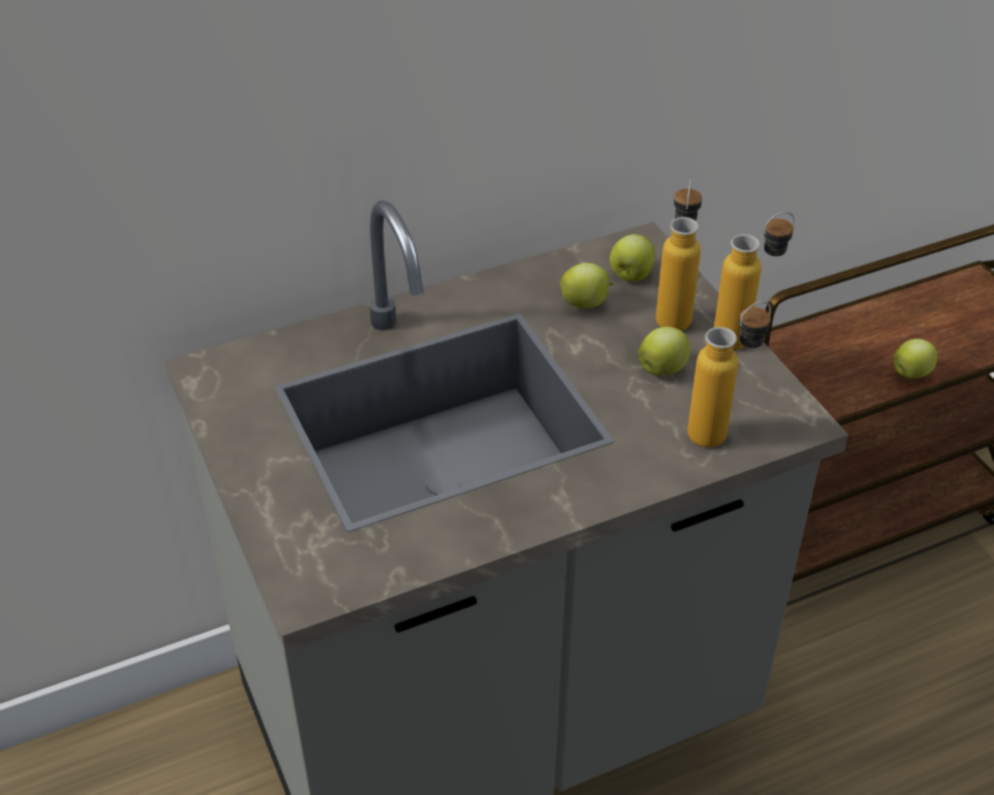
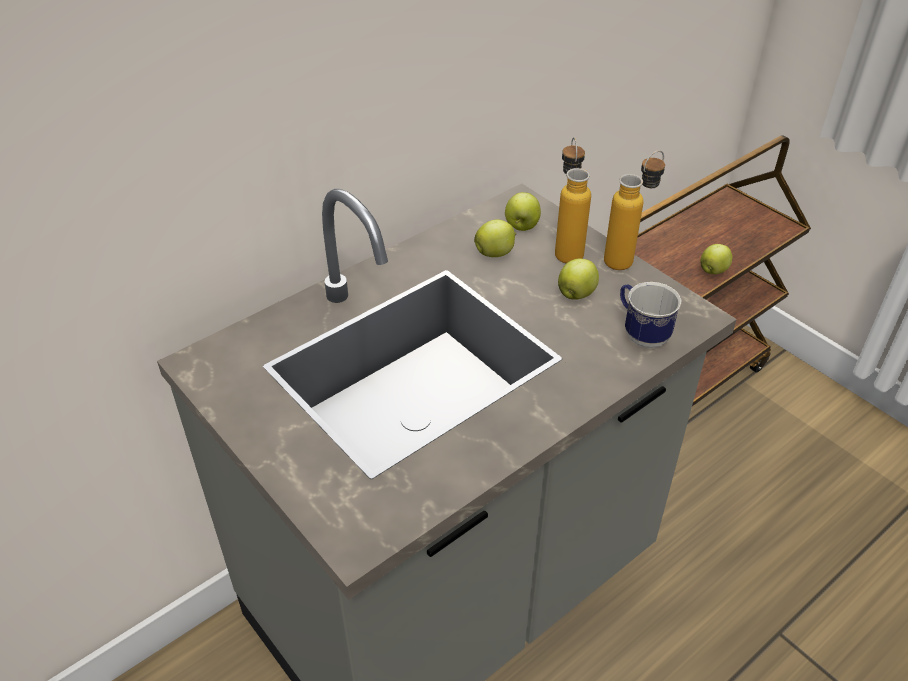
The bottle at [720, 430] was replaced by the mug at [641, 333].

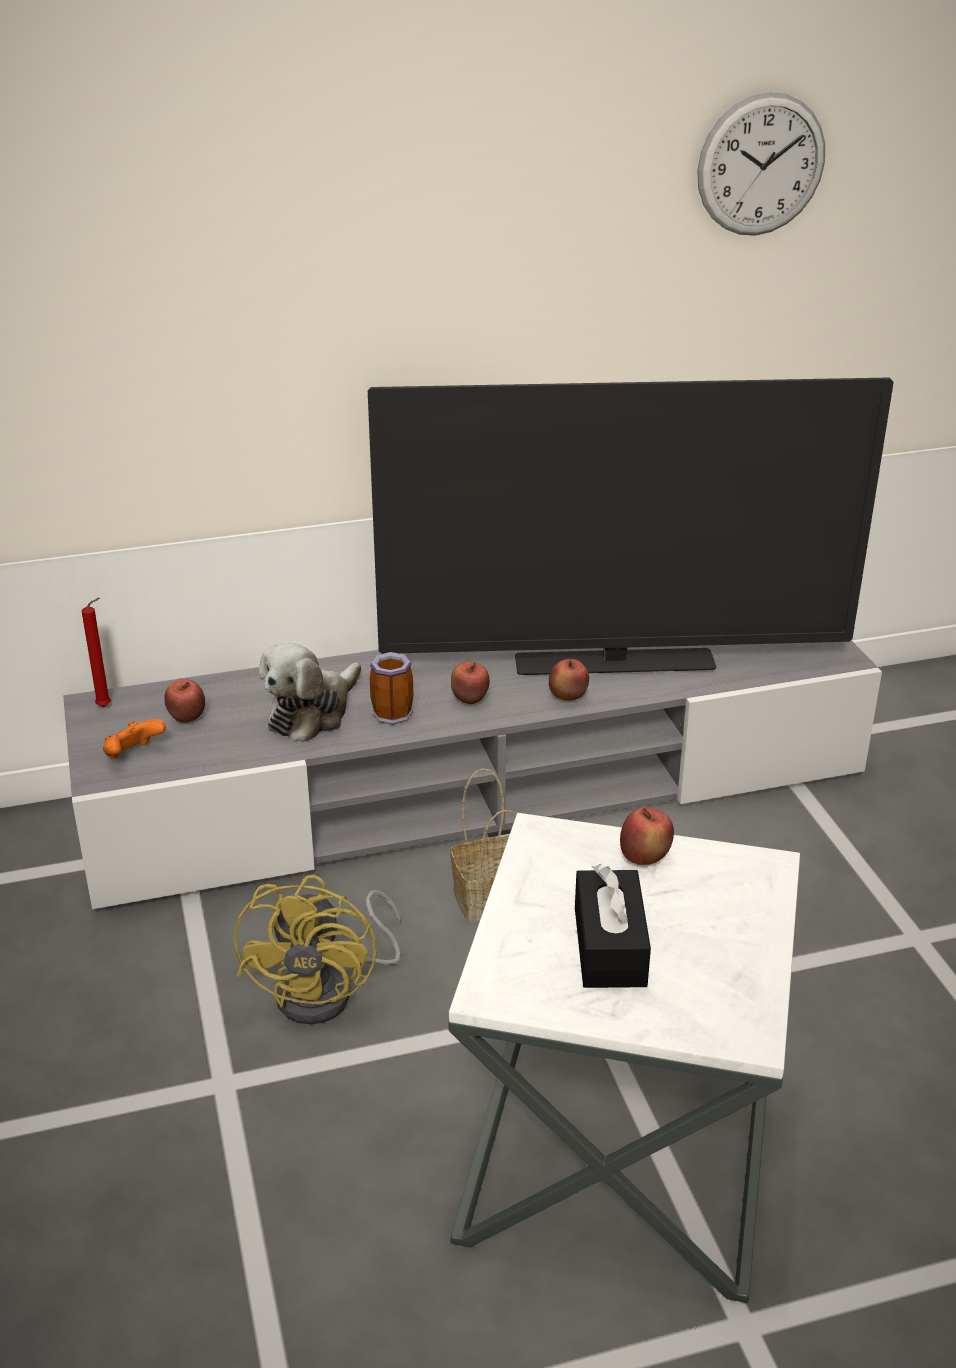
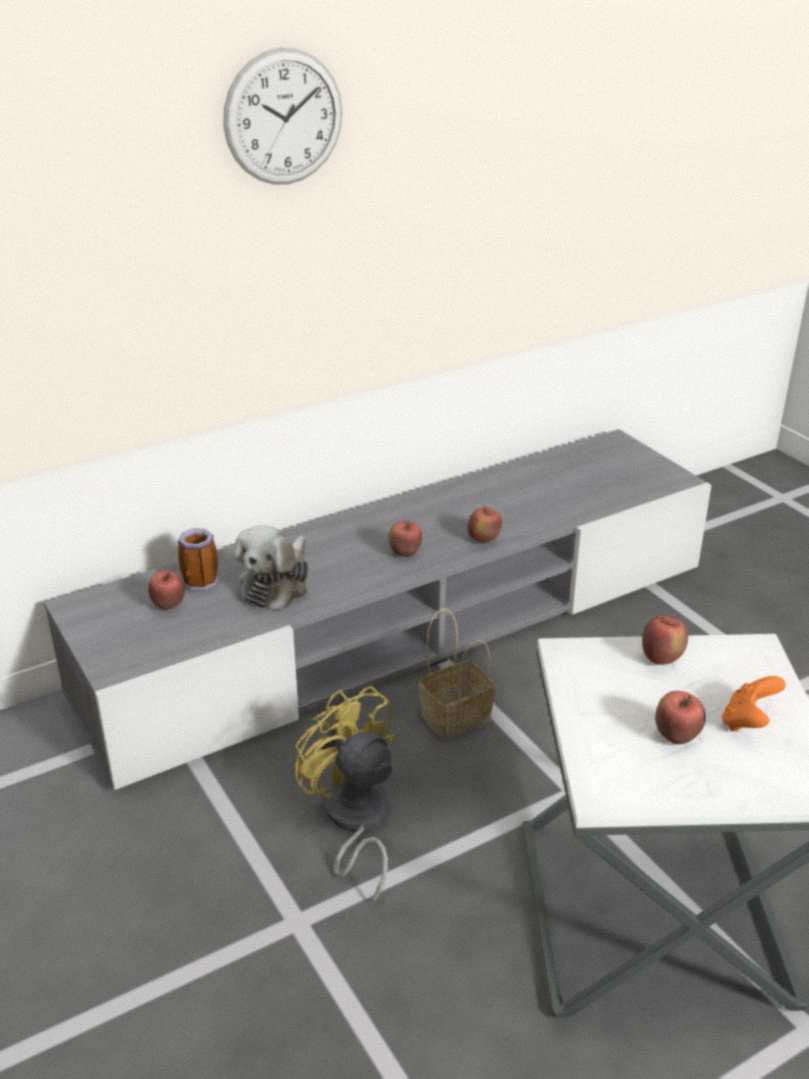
The mug moved from [390, 712] to [198, 580].
The wall clock moved from [761, 165] to [283, 117].
The yellow fan at [329, 991] turned 150 degrees clockwise.
The black tissue box at [609, 946] was replaced by the apple at [676, 737].
The orange game controller moved from [133, 755] to [748, 722].
The red candle at [106, 706] disappeared.
The television at [614, 663] disappeared.

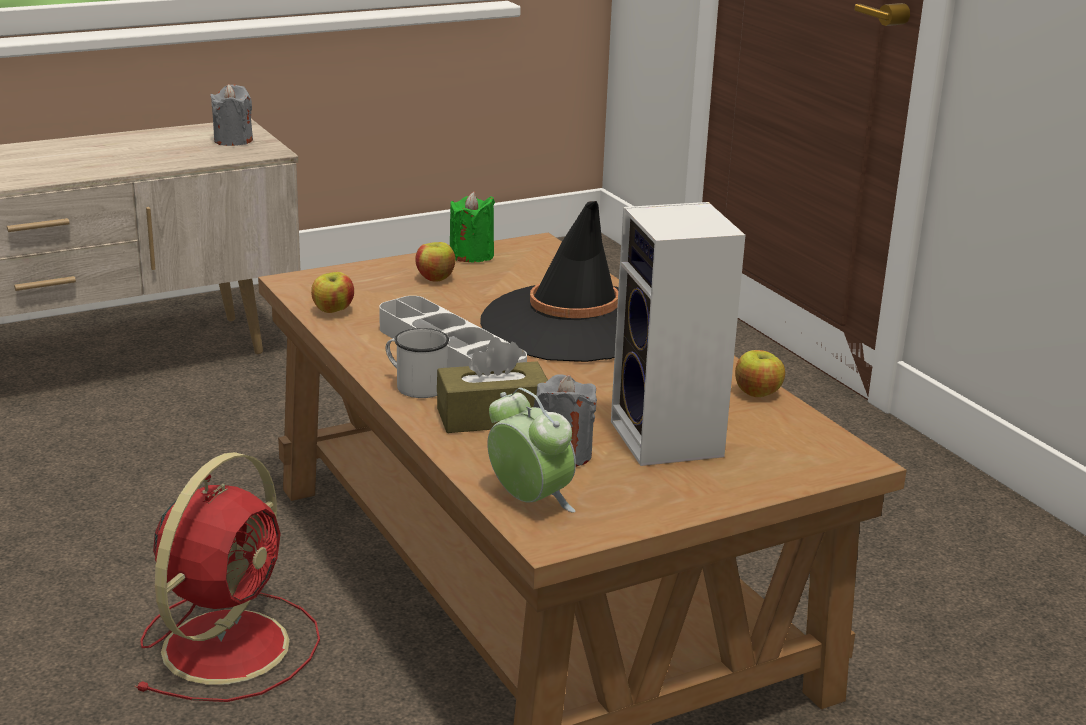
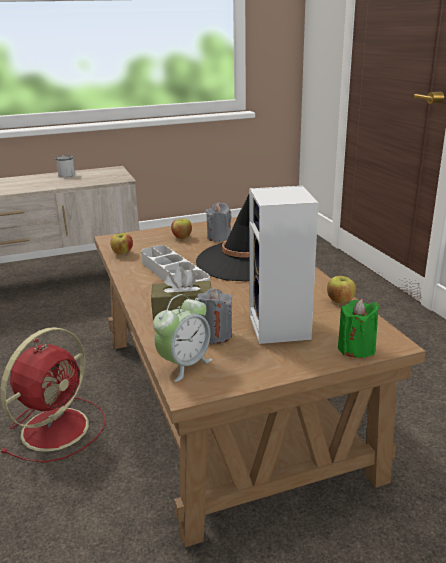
The white mug moved from [415, 385] to [65, 175].
The alarm clock at [529, 501] turned 75 degrees clockwise.
The grey candle moved from [233, 140] to [219, 237].
The green candle moved from [471, 255] to [356, 348].

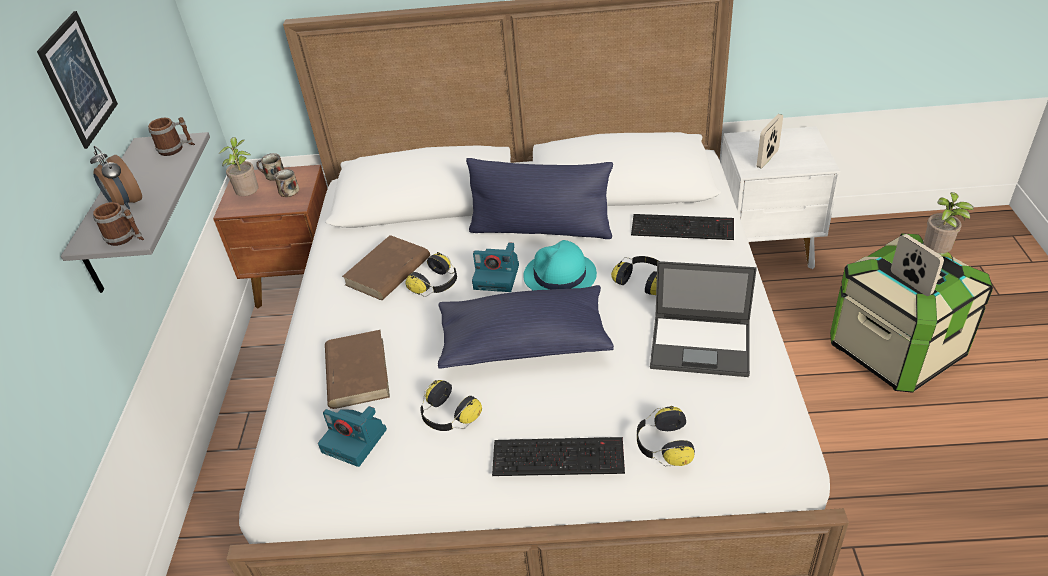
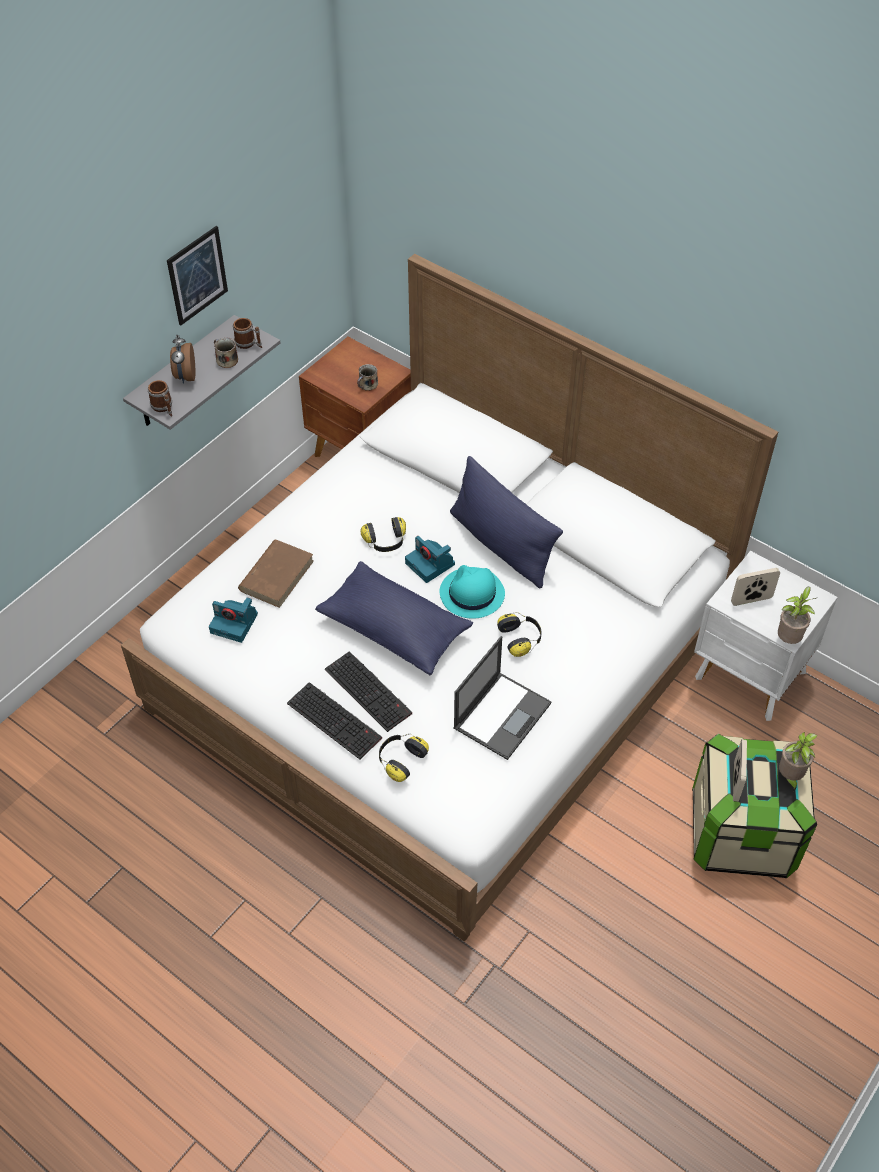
The photo camera at [356, 440] turned 45 degrees counterclockwise.
The mug moved from [274, 175] to [226, 360].
The keyboard moved from [683, 227] to [370, 691].
The laptop at [702, 345] turned 105 degrees counterclockwise.
The potted plant moved from [250, 197] to [789, 639].
The brown book at [387, 272] disappeared.
The headphones at [448, 416] disappeared.

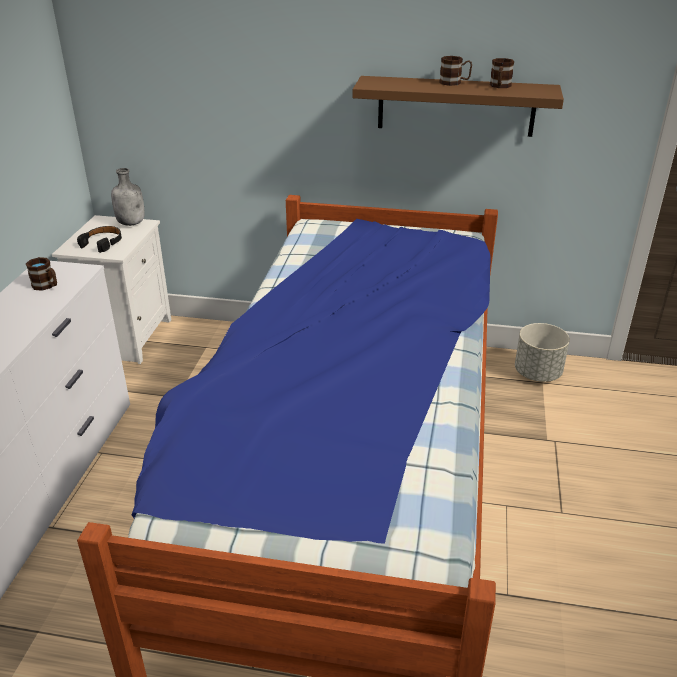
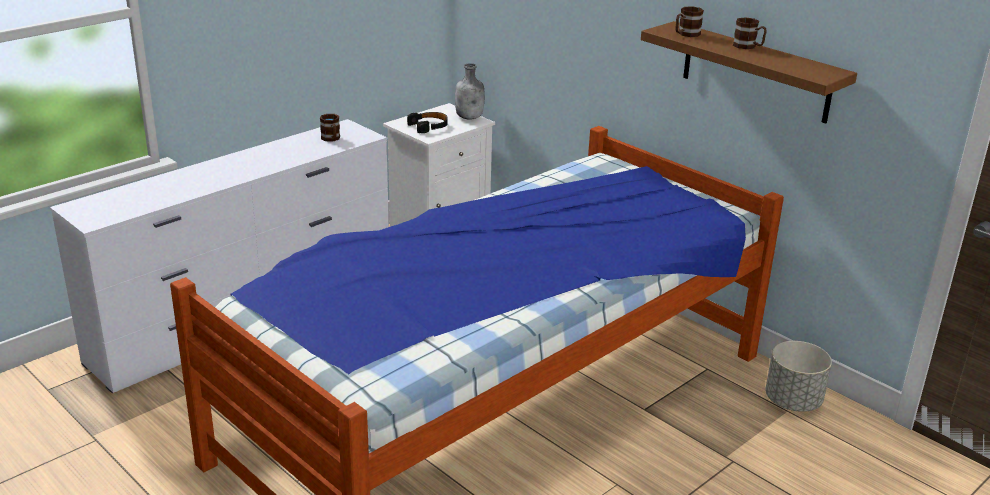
The brown mug moved from [499, 86] to [686, 34].

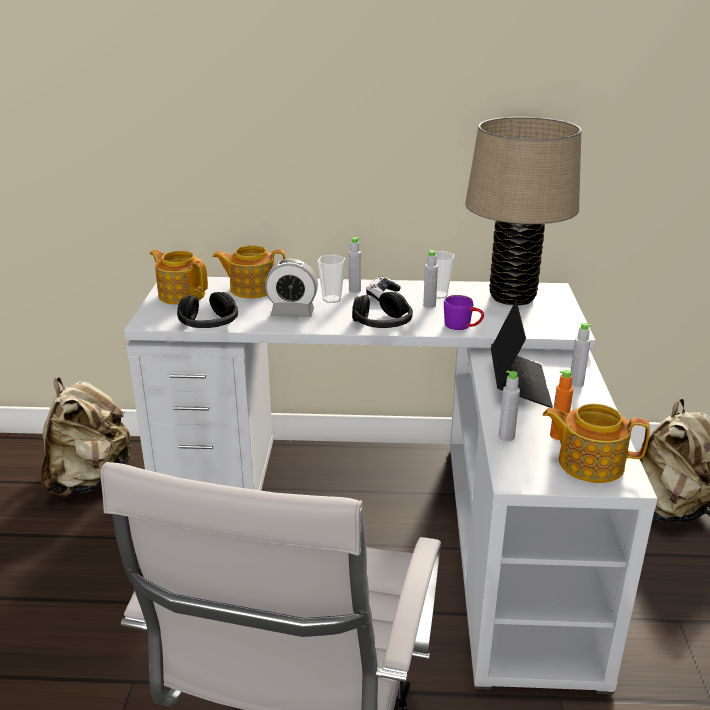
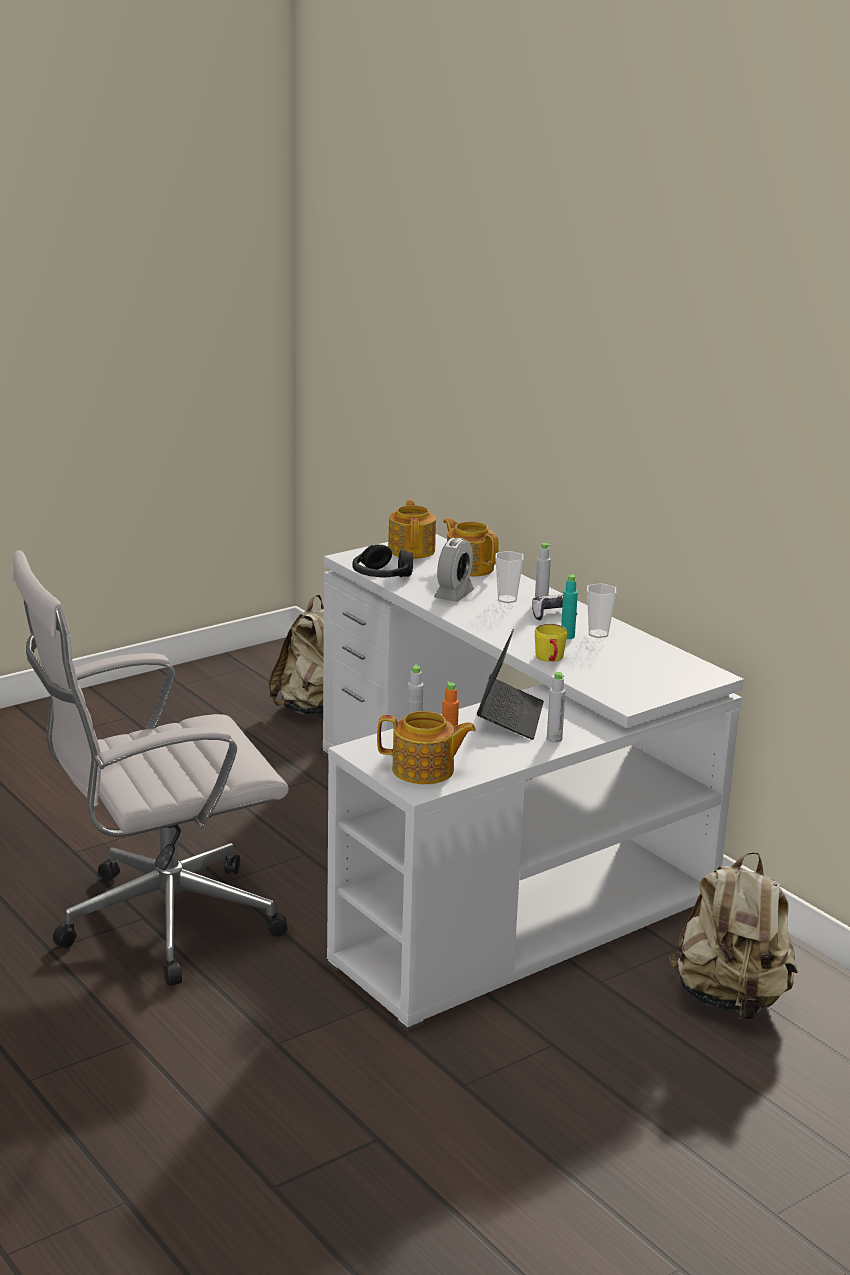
The teapot at [589, 463] turned 120 degrees clockwise.
The alarm clock at [292, 313] turned 120 degrees counterclockwise.
The laptop at [519, 385] turned 45 degrees counterclockwise.
The purple mug at [463, 326] became the yellow mug at [551, 659].
The grey bottle at [429, 305] became the turquoise bottle at [567, 636].
The black headphones at [382, 324] disappeared.
The beige table lamp at [512, 297] disappeared.

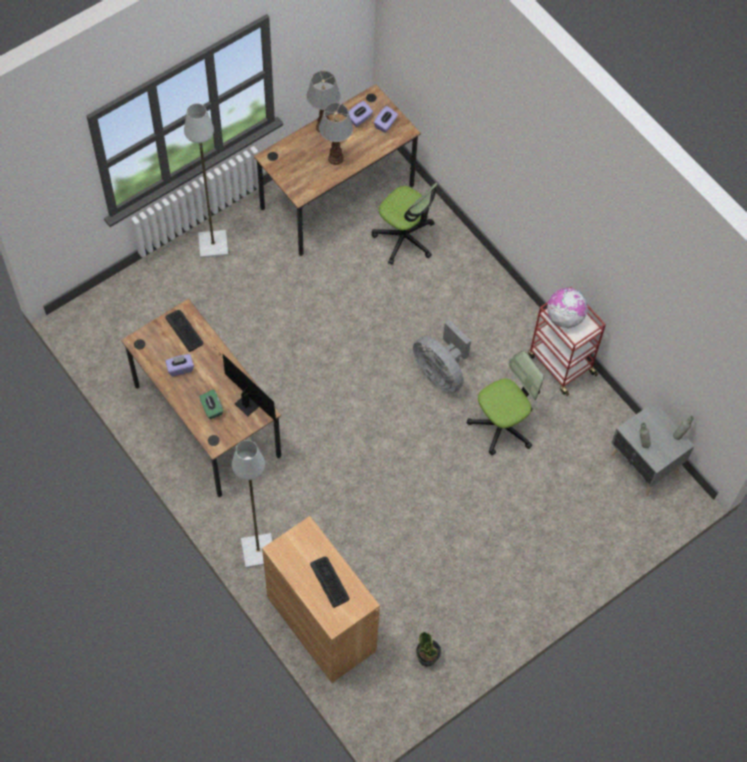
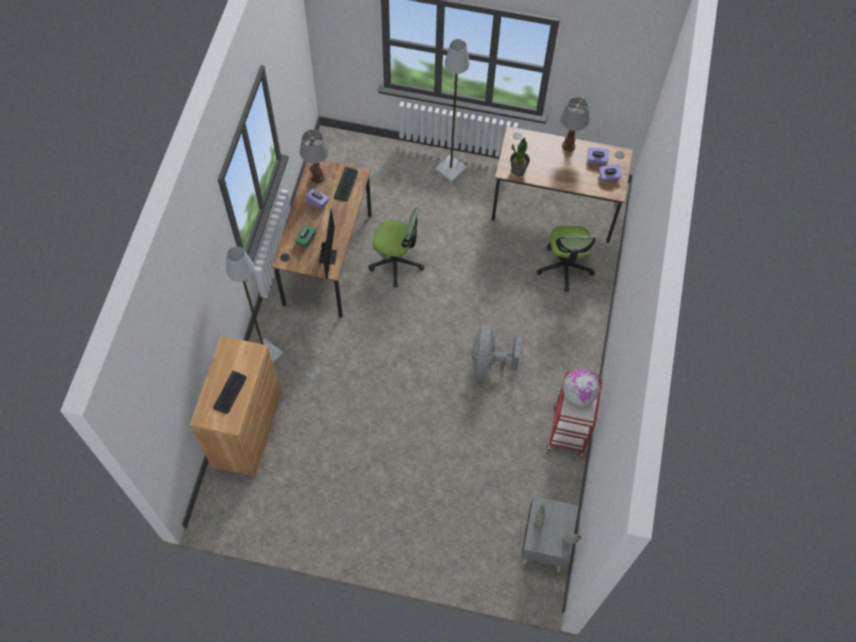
The table lamp moved from [336, 158] to [318, 178].
The office chair moved from [502, 425] to [396, 262].
The potted plant moved from [427, 657] to [518, 170].

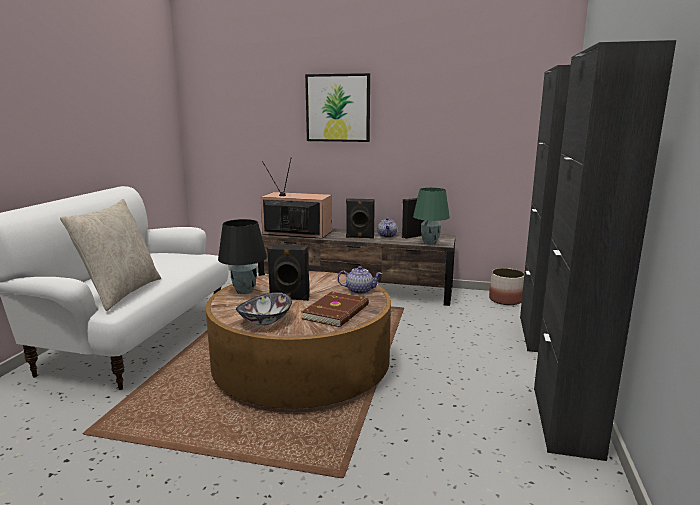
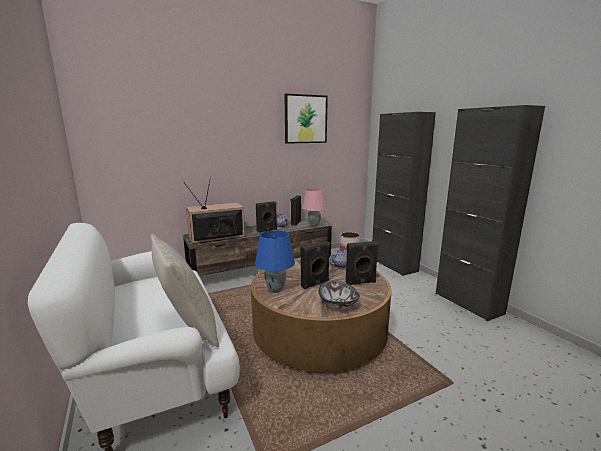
The black table lamp at [244, 291] became the blue table lamp at [275, 289].
The picture moved from [338, 108] to [305, 119].
The green table lamp at [429, 243] became the pink table lamp at [314, 225].
The brown book at [337, 312] was replaced by the black speaker at [361, 282].

